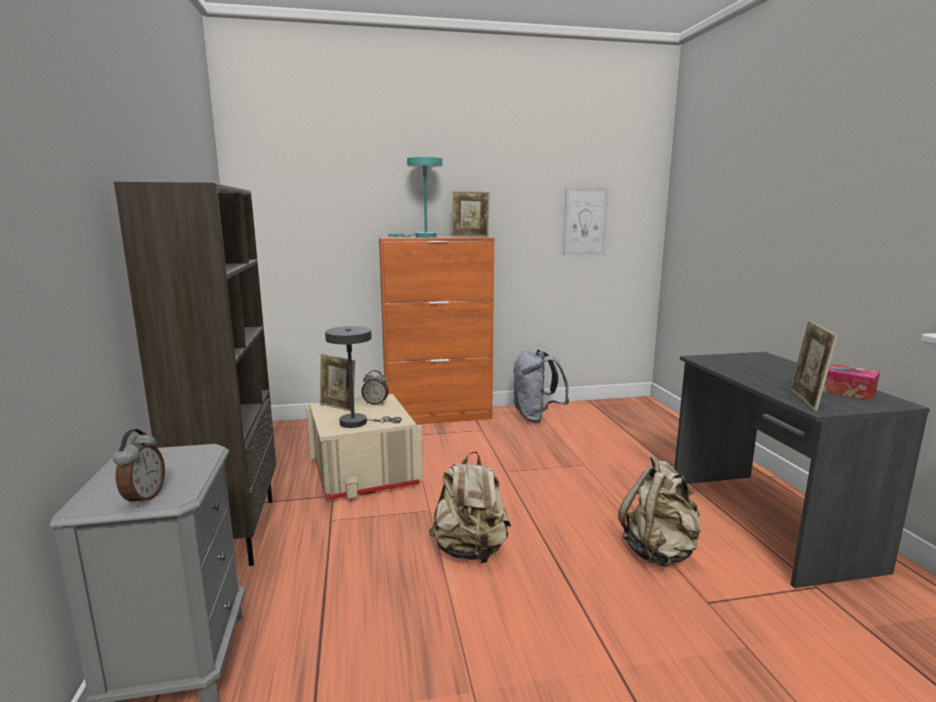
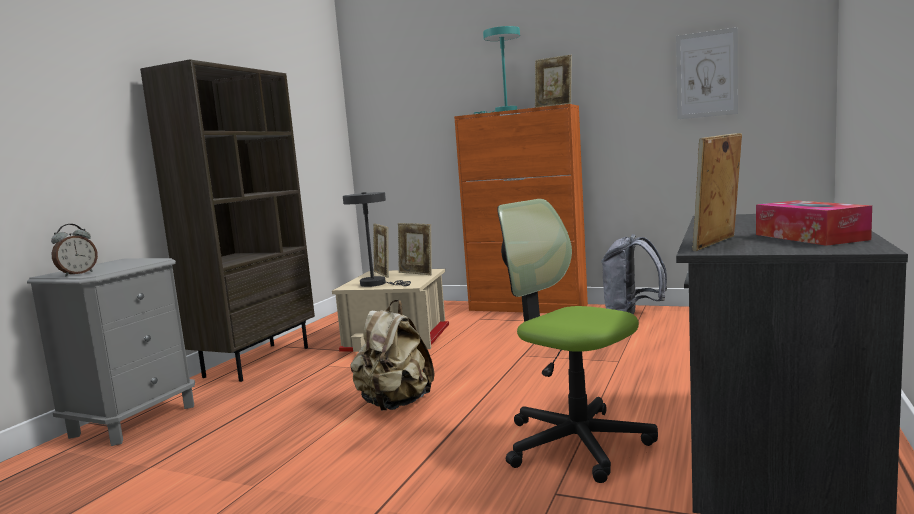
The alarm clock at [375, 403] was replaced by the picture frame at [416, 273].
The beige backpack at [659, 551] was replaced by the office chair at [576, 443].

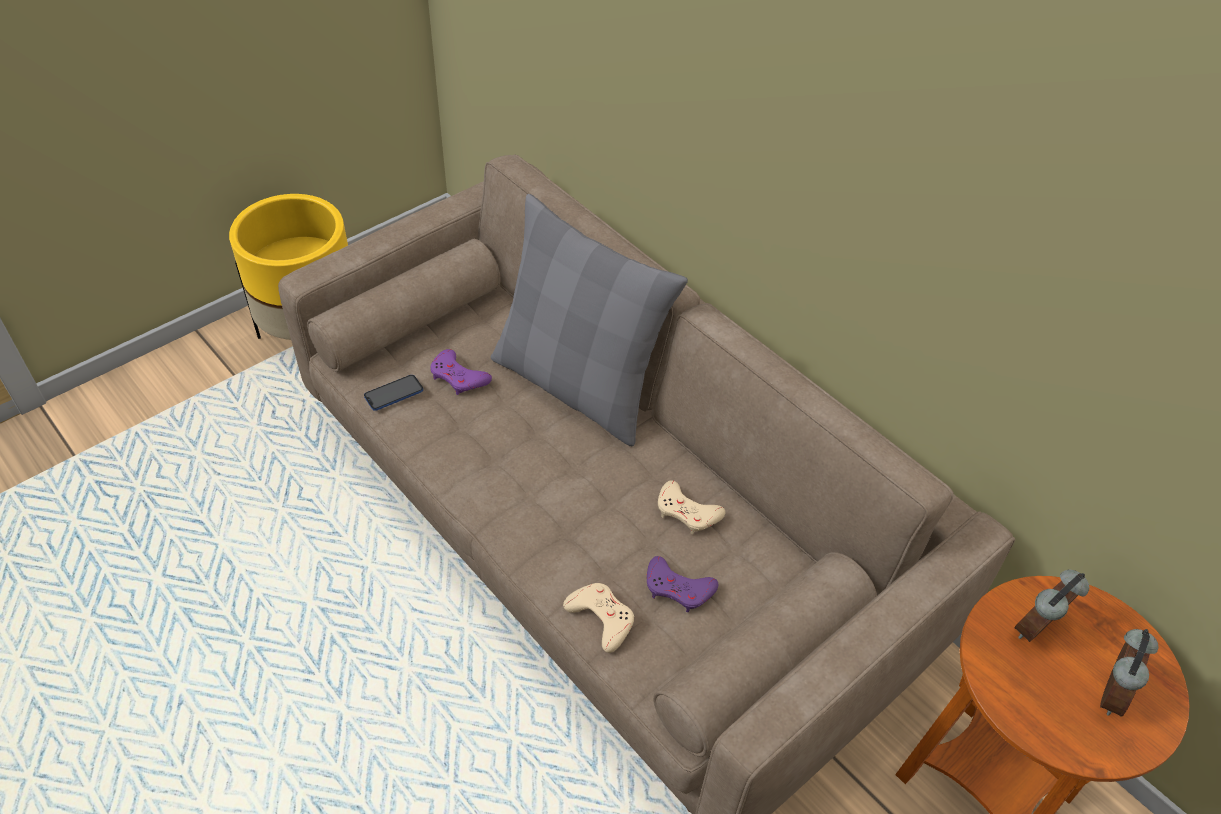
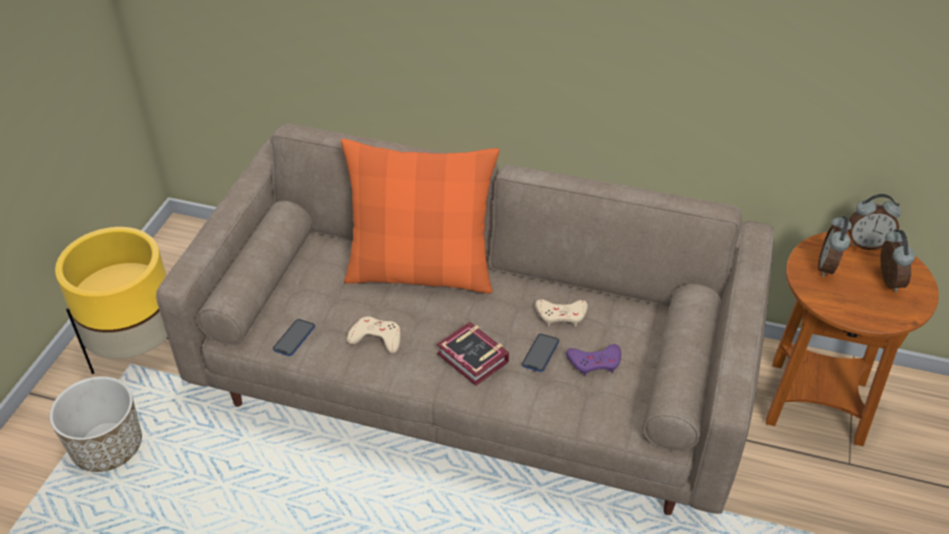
The planter at [108, 447] appeared.
The grey pillow at [577, 385] became the orange pillow at [421, 272].
The beige game controller moved from [601, 618] to [376, 338].
The book at [473, 360] appeared.
The phone at [540, 353] appeared.
The alarm clock at [866, 244] appeared.
The purple game controller at [458, 377] disappeared.

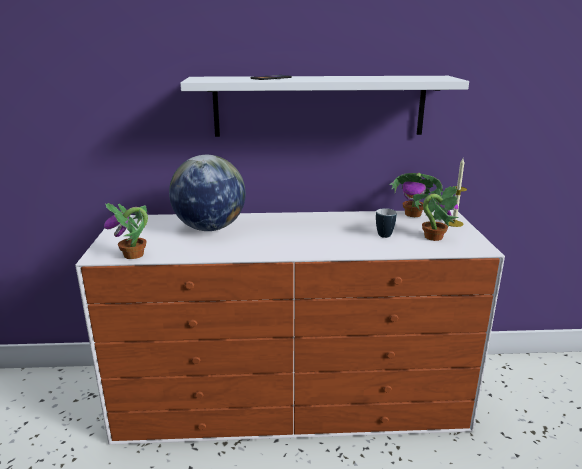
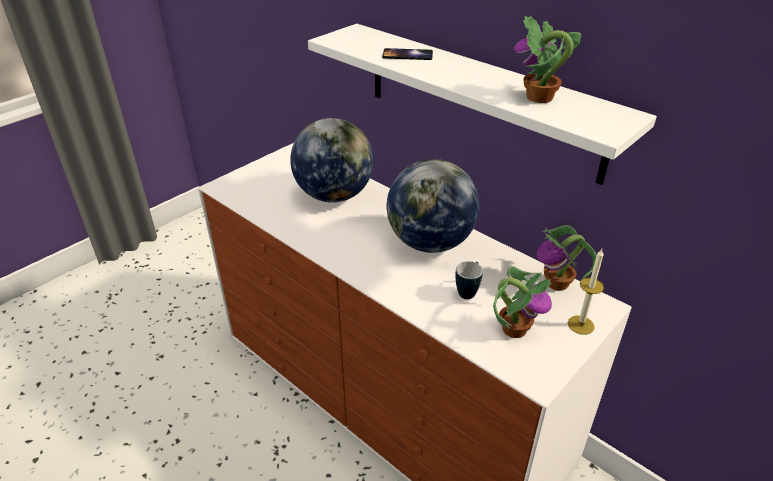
The globe at [430, 243] appeared.
The potted plant moved from [134, 255] to [539, 98].

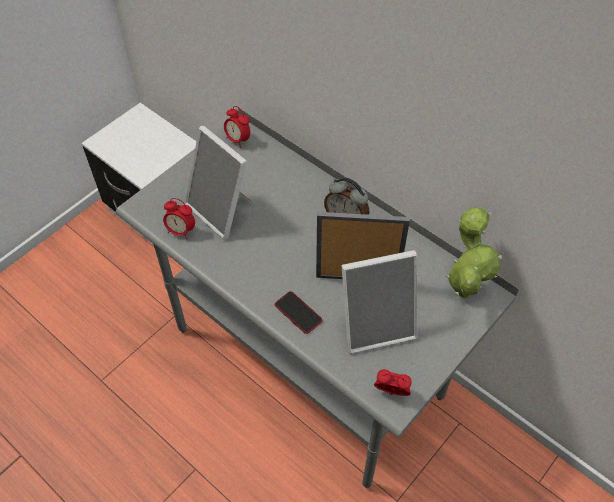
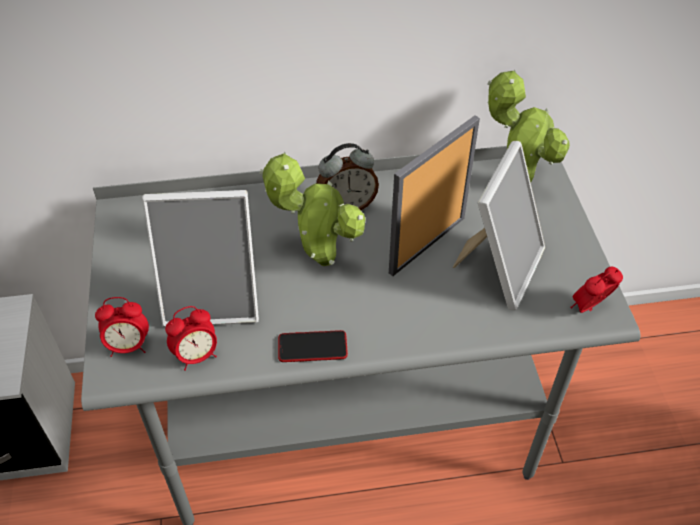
The alarm clock moved from [238, 140] to [128, 346].
The potted plant at [318, 259] appeared.
The phone moved from [298, 313] to [312, 347].

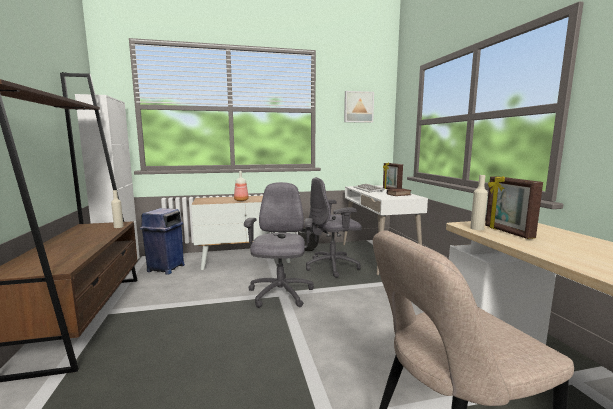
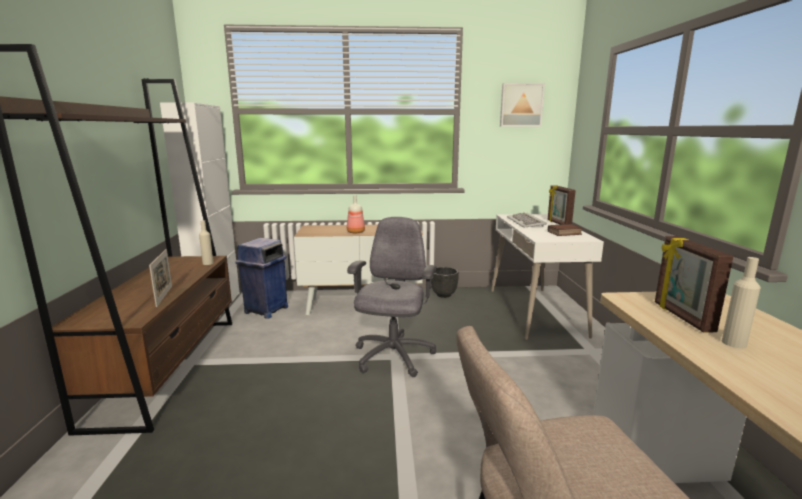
The picture frame at [164, 296] appeared.
The beige bottle moved from [477, 228] to [734, 343].
The grey office chair at [333, 266] disappeared.

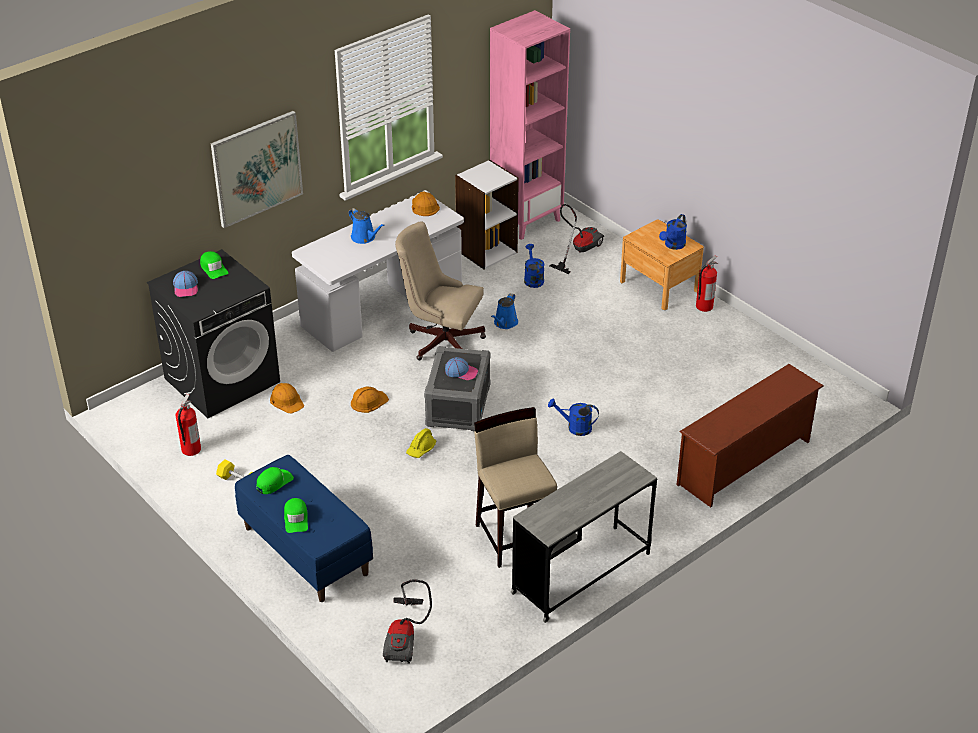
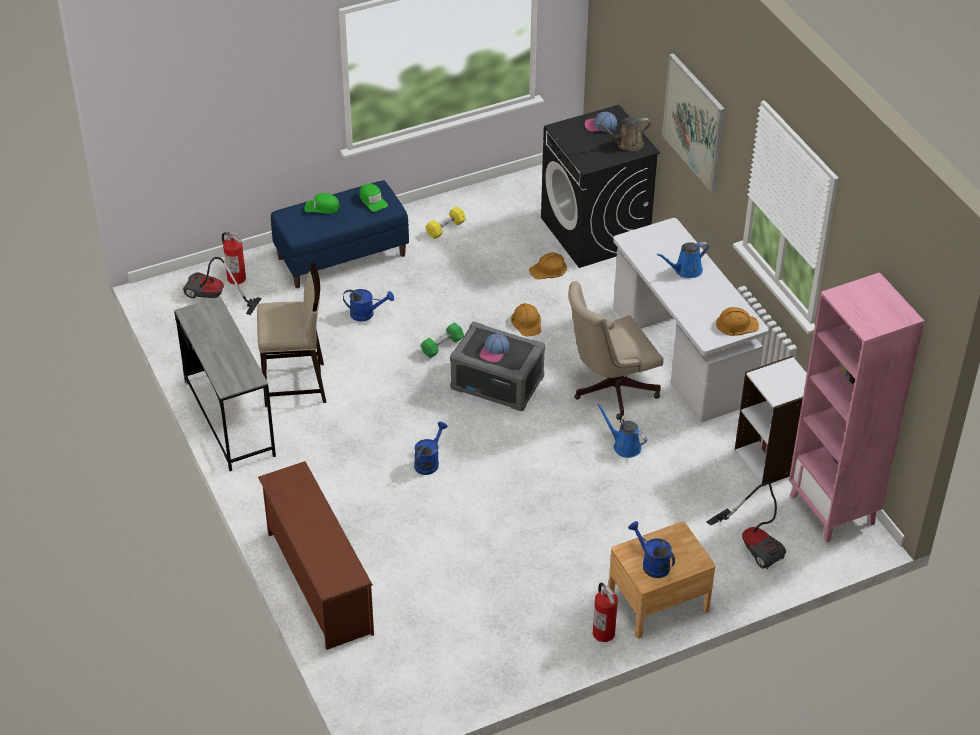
The fire extinguisher moved from [190, 450] to [236, 278].
The blue watering can moved from [533, 279] to [366, 314].
The yellow hard hat at [421, 449] was replaced by the green dumbbell at [442, 346].
The beige office chair at [441, 340] turned 150 degrees counterclockwise.
The green cap at [213, 268] was replaced by the brown watering can at [627, 144].

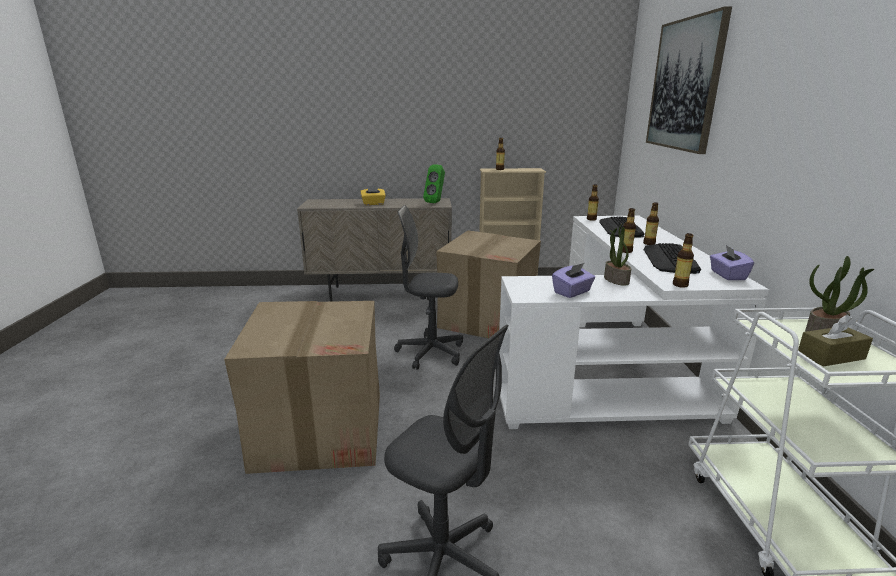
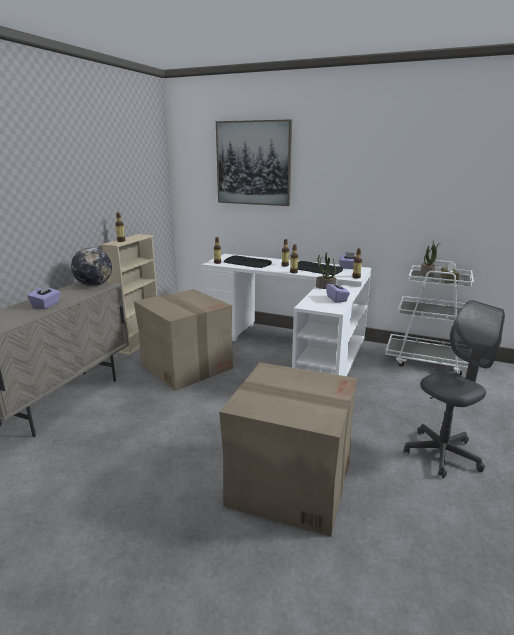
The yellow tissue box at [373, 204] became the purple tissue box at [46, 305].
The green speaker at [436, 202] was replaced by the globe at [94, 285].
The grey office chair at [430, 353] disappeared.

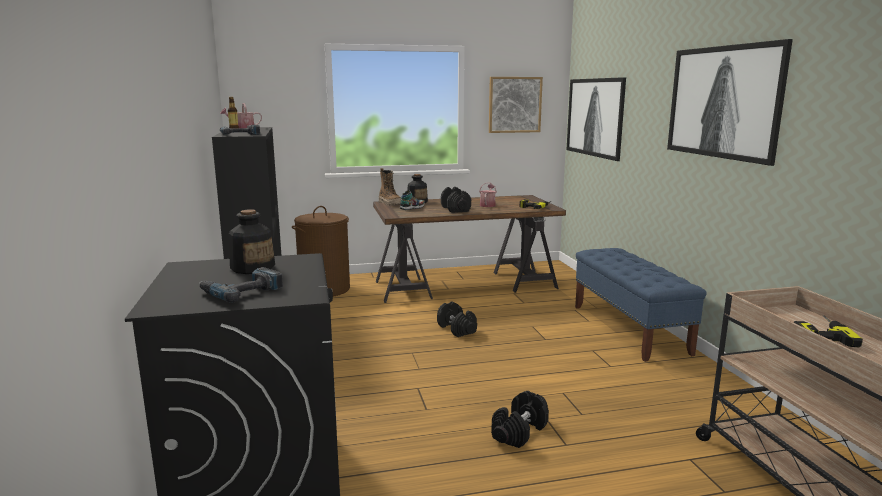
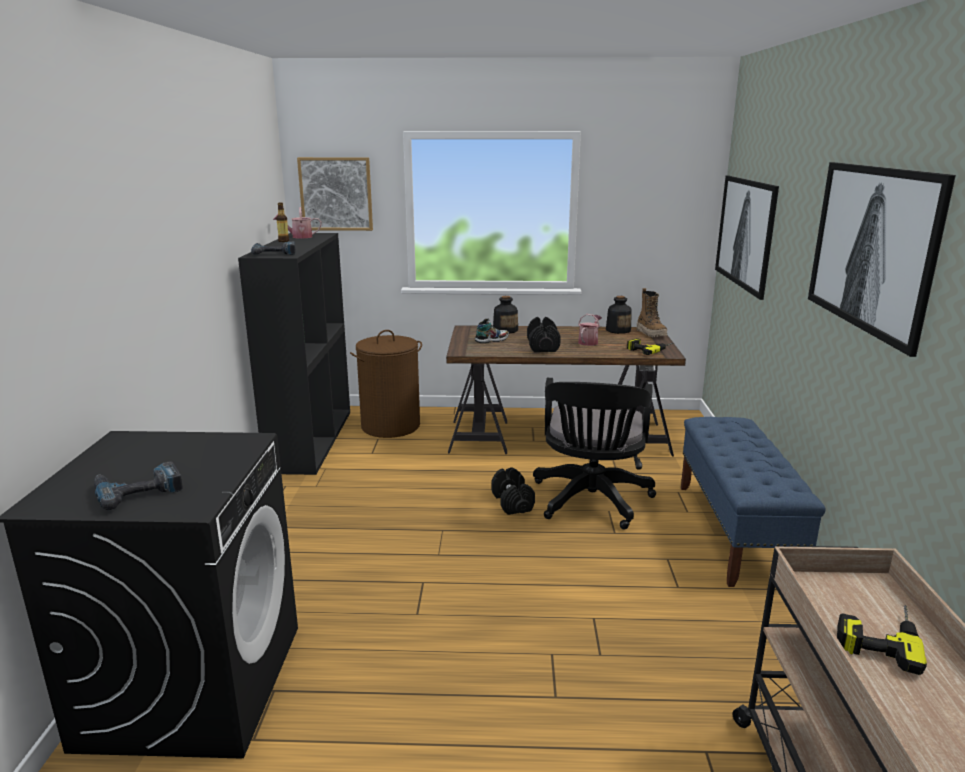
The picture moved from [514, 104] to [336, 194].
The black office chair at [591, 502] appeared.
The bottle moved from [253, 268] to [618, 330].
The boot moved from [390, 204] to [651, 333].
The black dumbbell at [519, 431] disappeared.

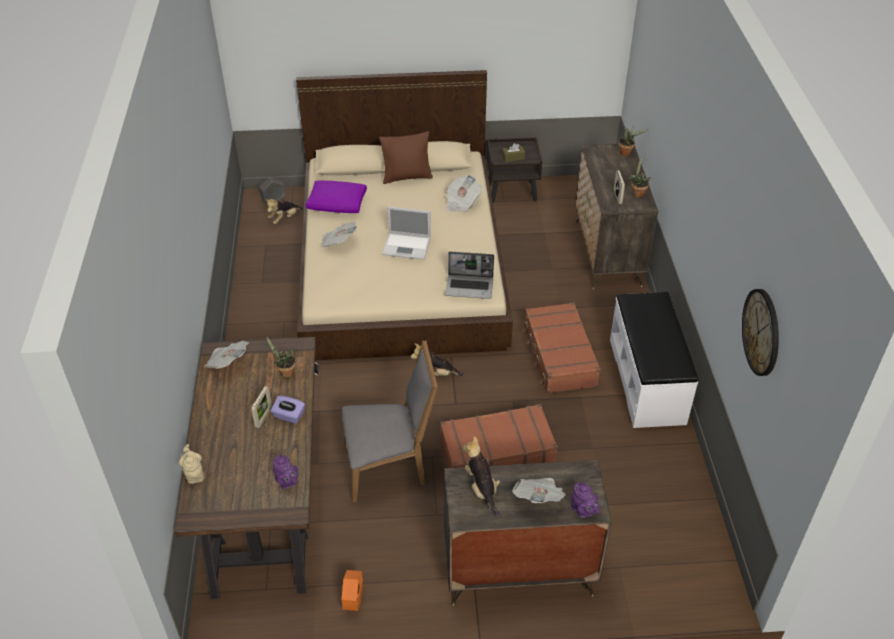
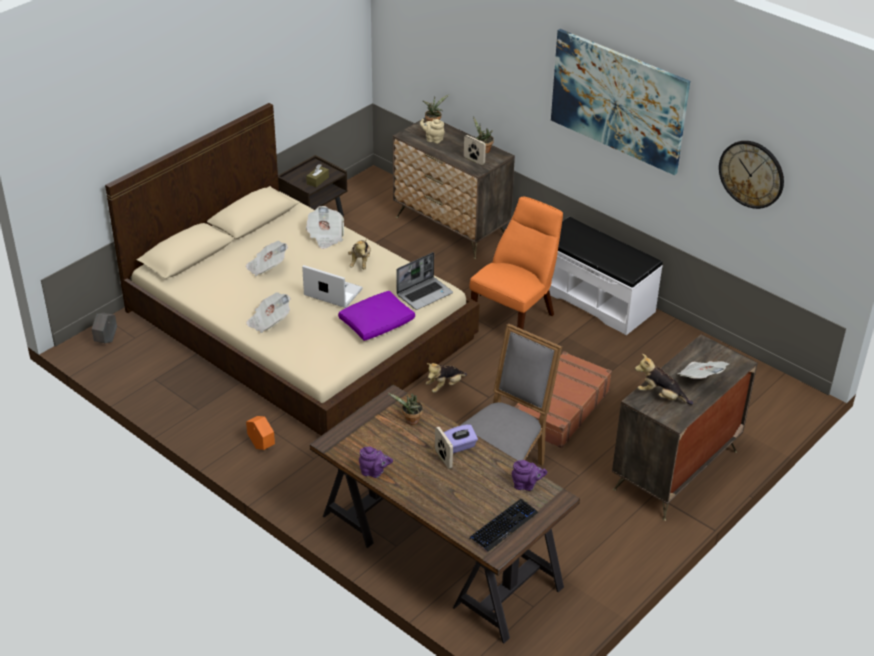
The newspaper moved from [228, 363] to [267, 267].
The orange planter moved from [353, 601] to [261, 445].
The laptop at [407, 246] turned 120 degrees counterclockwise.
The purple pillow moved from [337, 204] to [377, 323].
The plush toy moved from [284, 218] to [360, 262].
The purple teapot moved from [583, 511] to [374, 472].
The beige teapot moved from [194, 474] to [433, 139].
The keyboard at [504, 525] appeared.
The brown suitcase at [559, 356] was replaced by the orange chair at [515, 319].
The picture at [618, 100] appeared.
The brown pillow at [407, 177] disappeared.

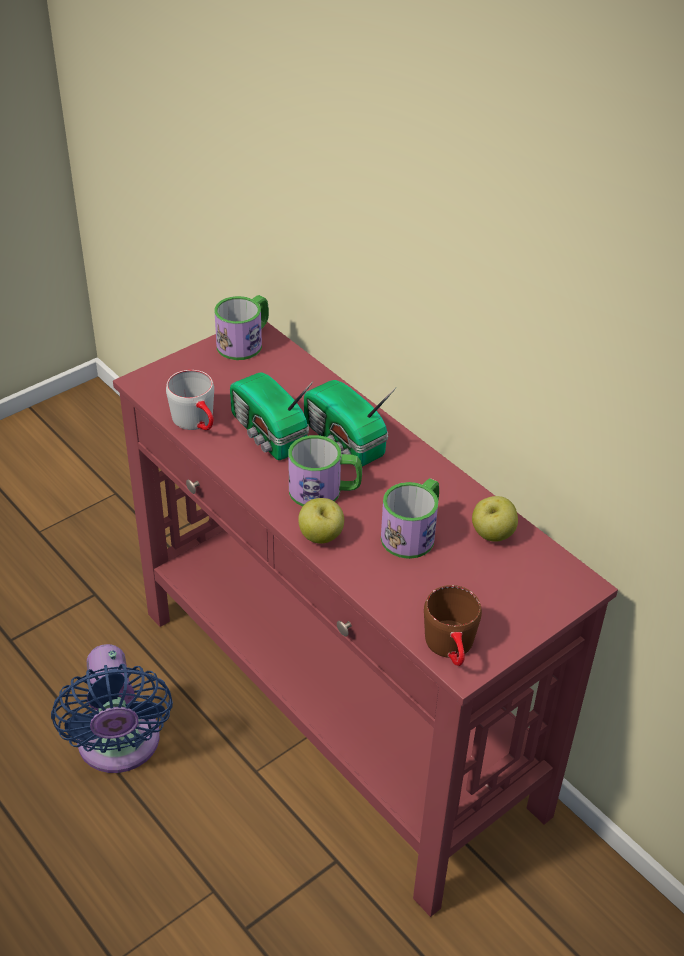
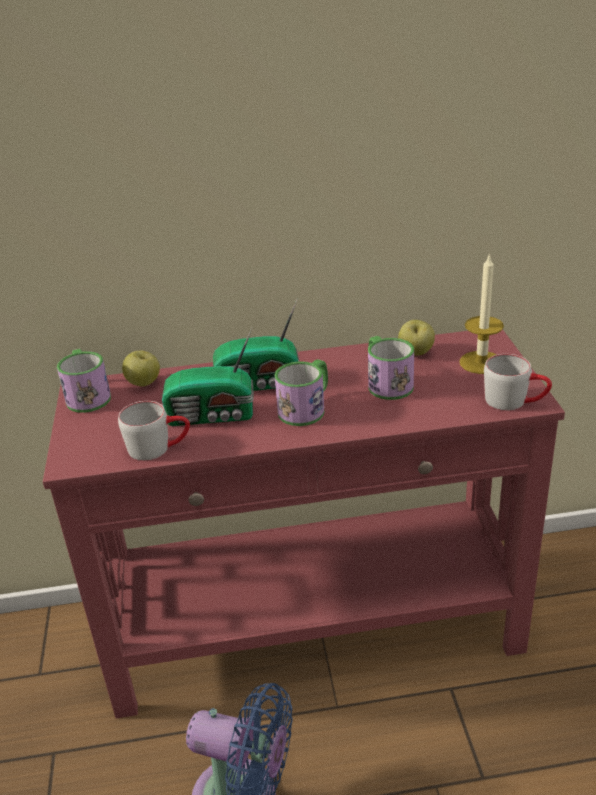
The apple moved from [321, 537] to [144, 383].
The candle at [481, 362] appeared.
The brown mug at [452, 649] became the grey mug at [515, 401].

